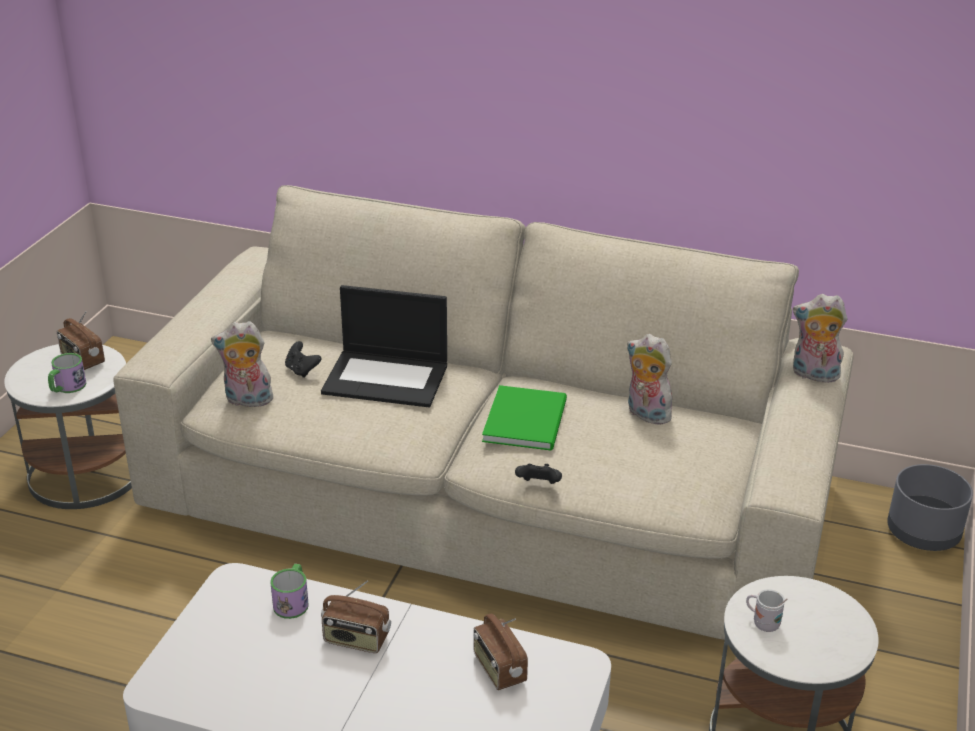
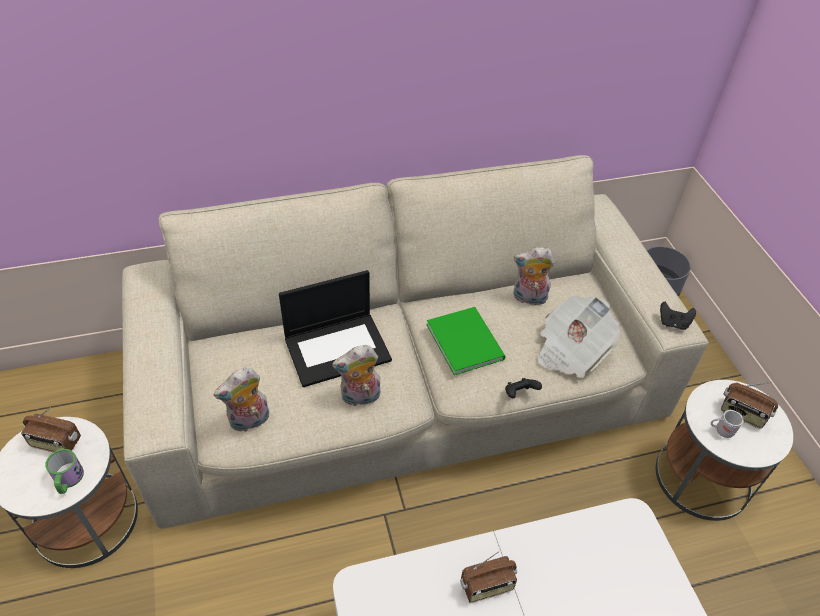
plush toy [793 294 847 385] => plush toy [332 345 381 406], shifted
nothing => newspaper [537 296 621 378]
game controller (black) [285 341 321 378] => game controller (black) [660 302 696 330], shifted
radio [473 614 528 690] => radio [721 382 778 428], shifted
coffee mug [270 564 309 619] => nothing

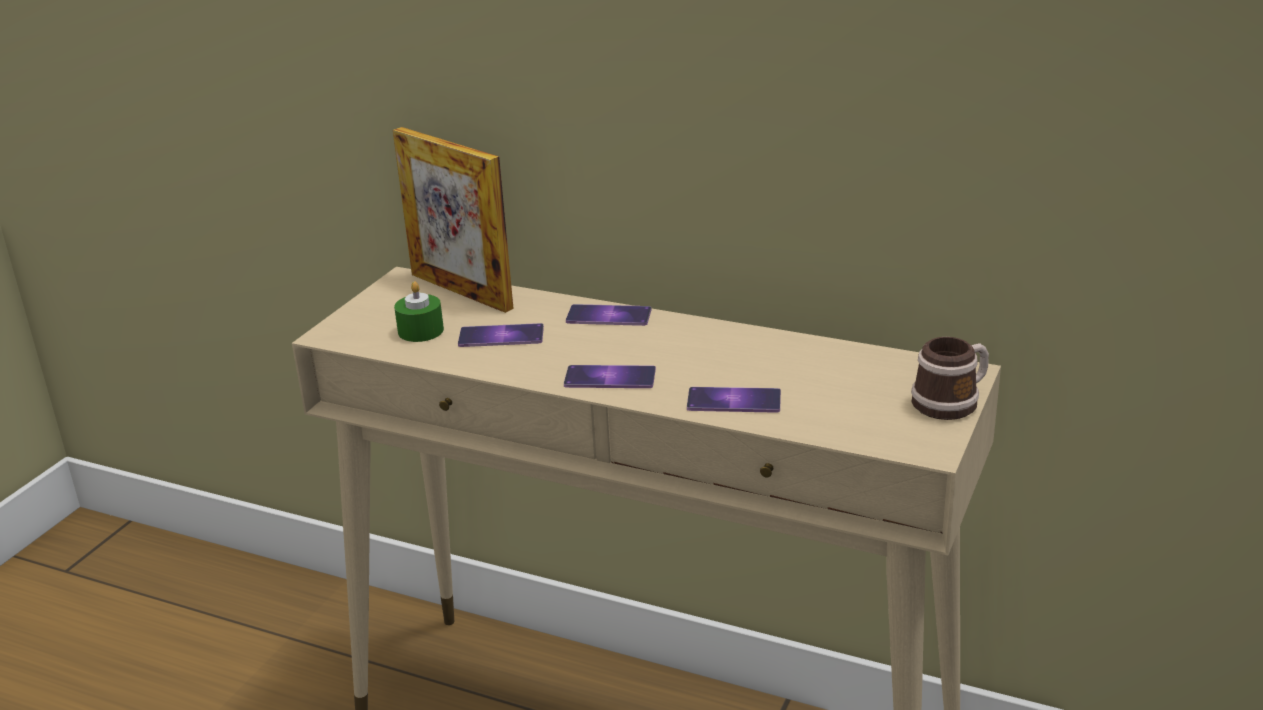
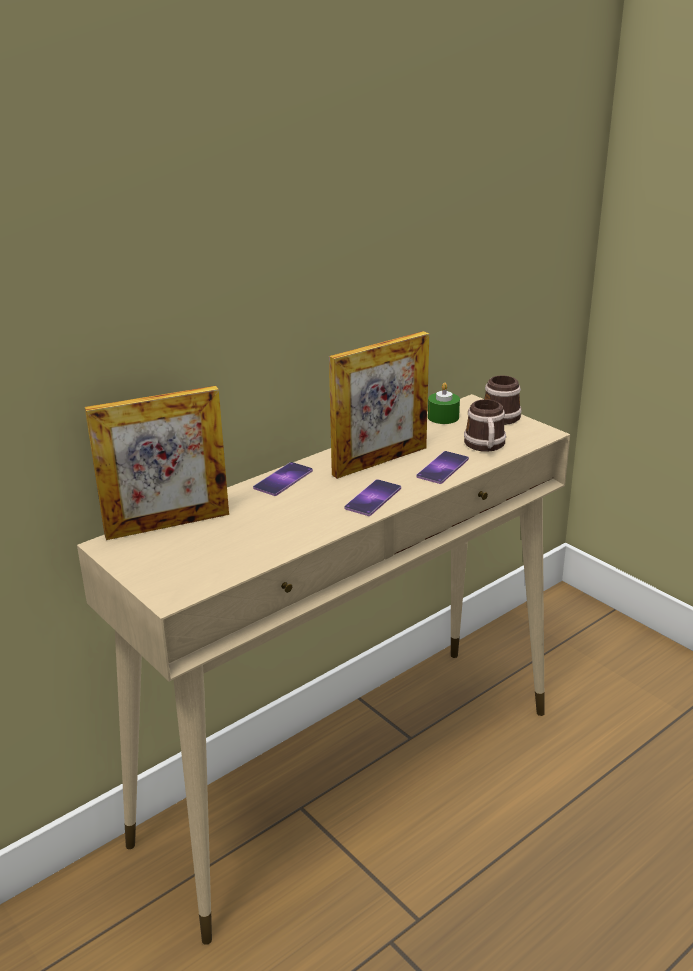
nothing => standing frame [329 331 429 479]
wax light (green) [394 281 444 342] => wax light (green) [428 382 460 424], shifted
nothing => coffee mug [464 399 506 452]
handset [458 323 544 347] => nothing

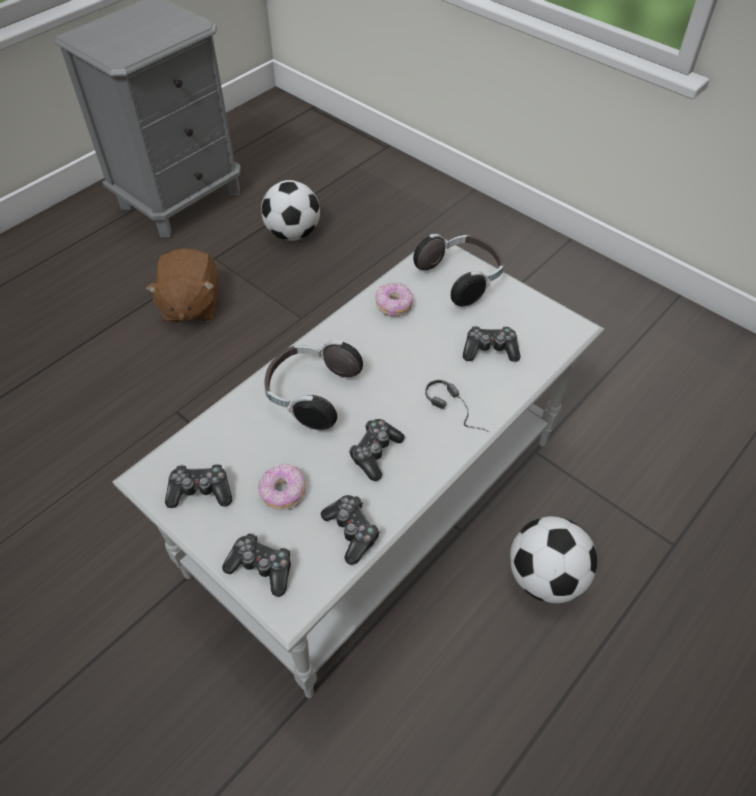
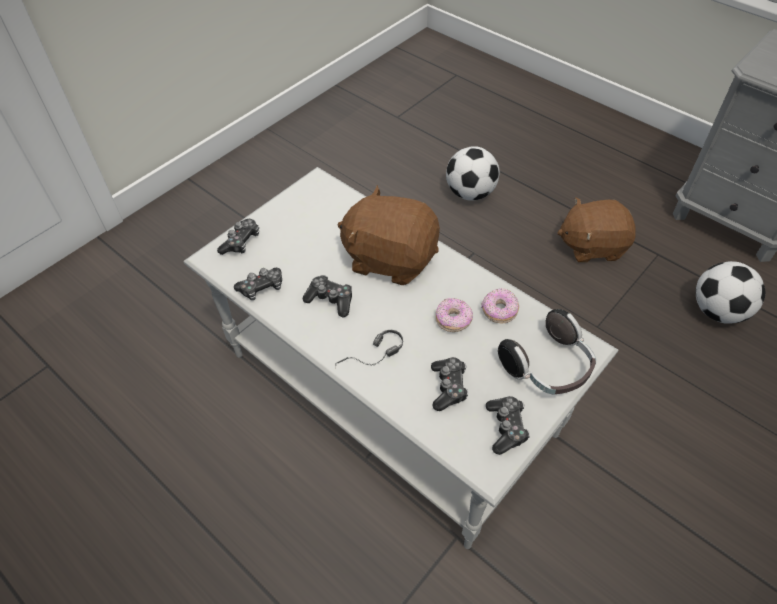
headphones [264 340 363 430] => plush toy (brown) [338 185 440 285]
donut [258 464 305 510] => donut [436 298 473 332], shifted
ball for football [510 516 597 603] => ball for football [446 146 500 201], shifted
game controller [165 463 232 508] => game controller [486 396 530 455], shifted

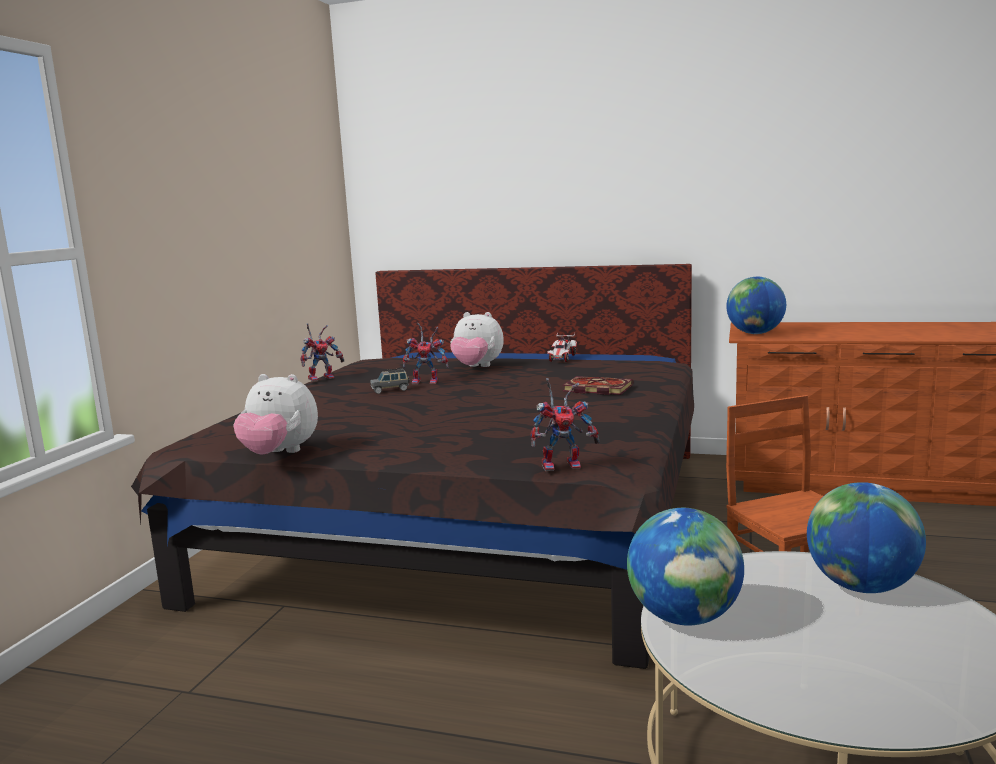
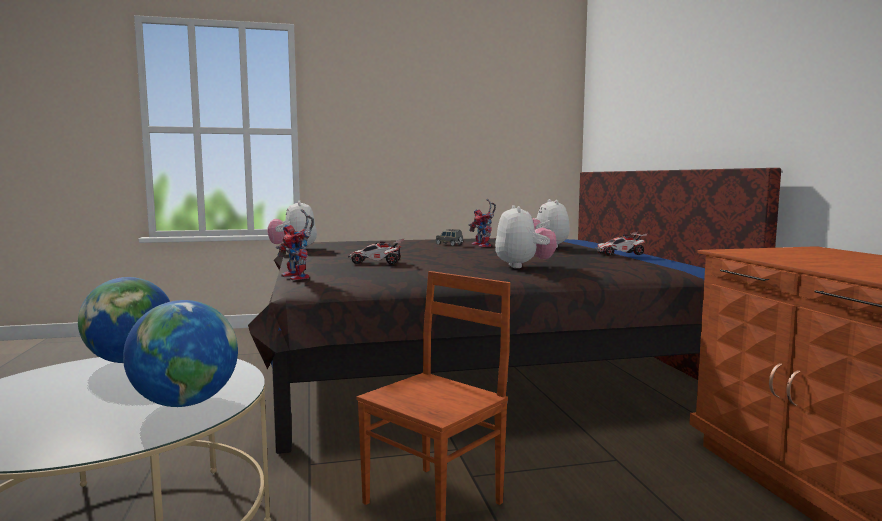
nothing => miniature car [348 238 405 265]
bound book [562 376 633 395] => plush toy [495 205 557 268]
robot figure [301 323 344 381] => nothing
desk globe [726 277 786 334] => nothing

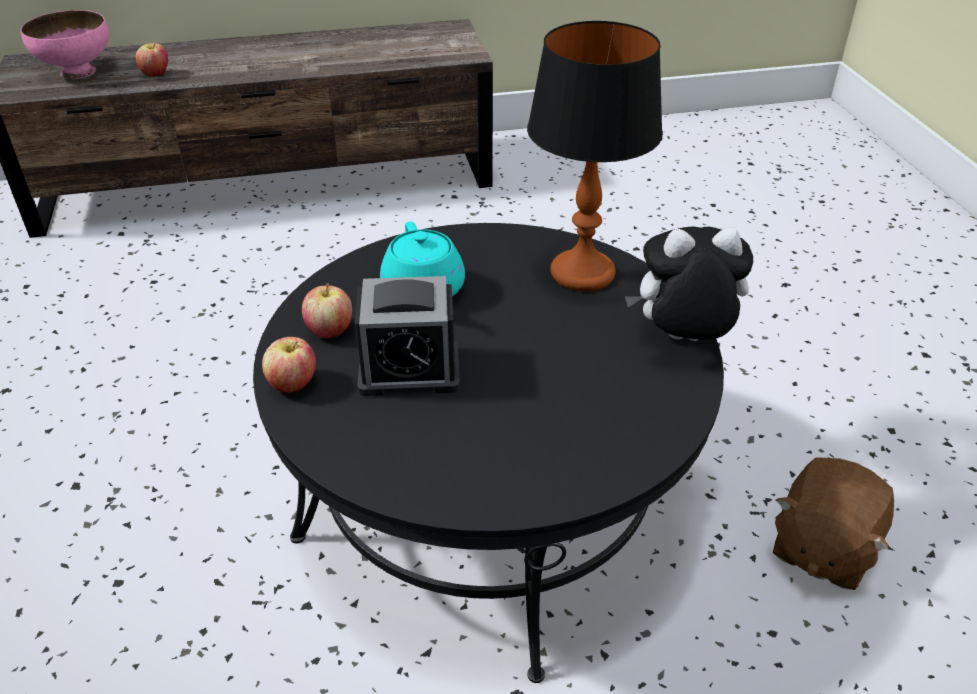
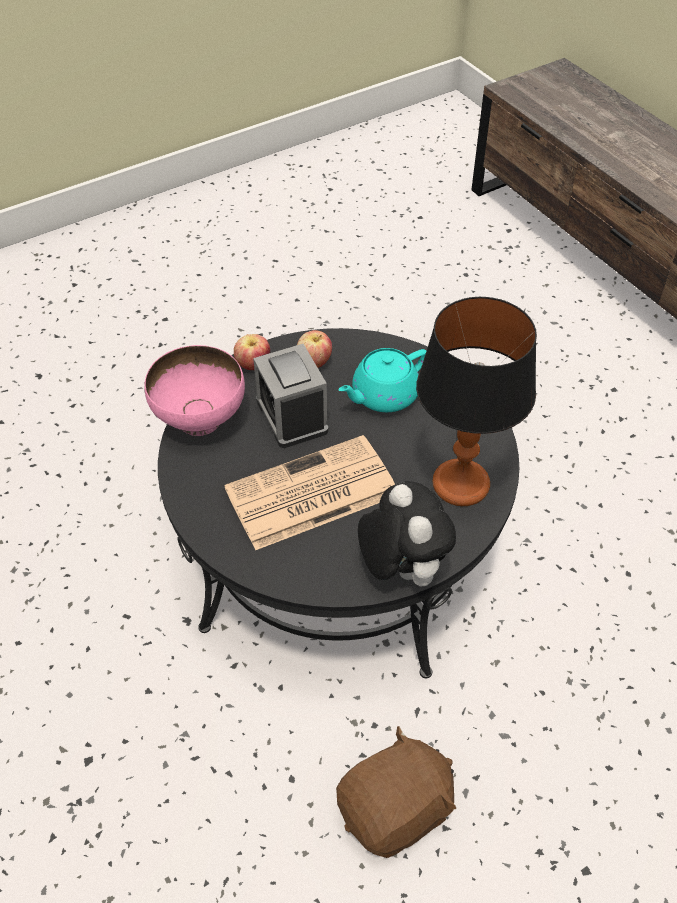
deep dish (pinkish) [21 10 109 79] => deep dish (pinkish) [144 345 245 436], shifted
nothing => newspaper [224 435 395 550]
plush toy (brown) [773 457 894 590] => plush toy (brown) [336 726 456 858], 135 degrees clockwise
apple fruit [136 43 168 77] => nothing

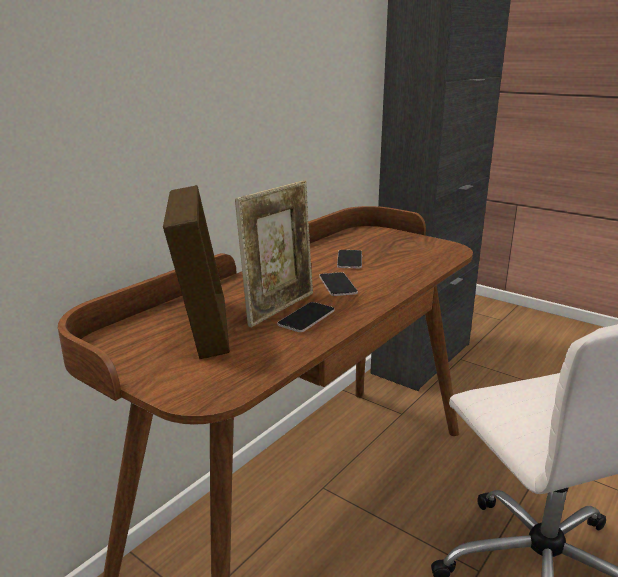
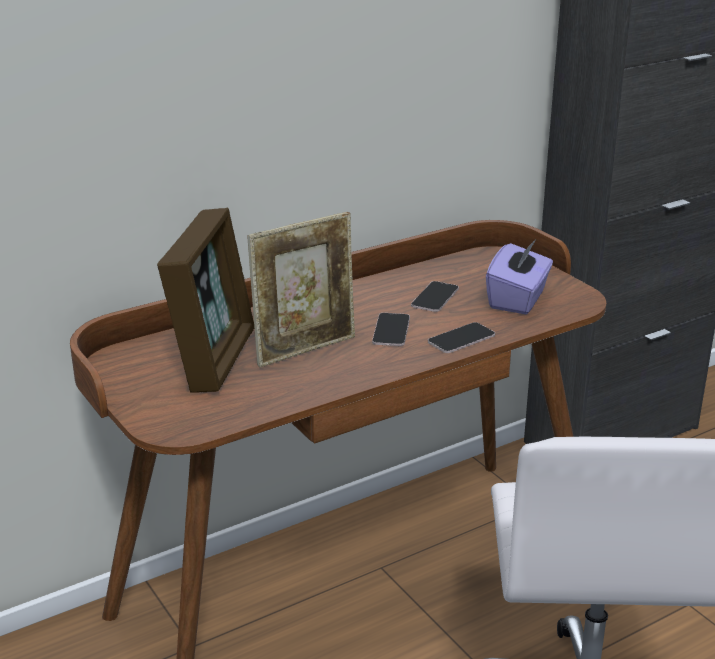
handset [277 302 334 332] => handset [428 322 495 353], shifted
nothing => box of tissues (purple) [486 238 553 314]

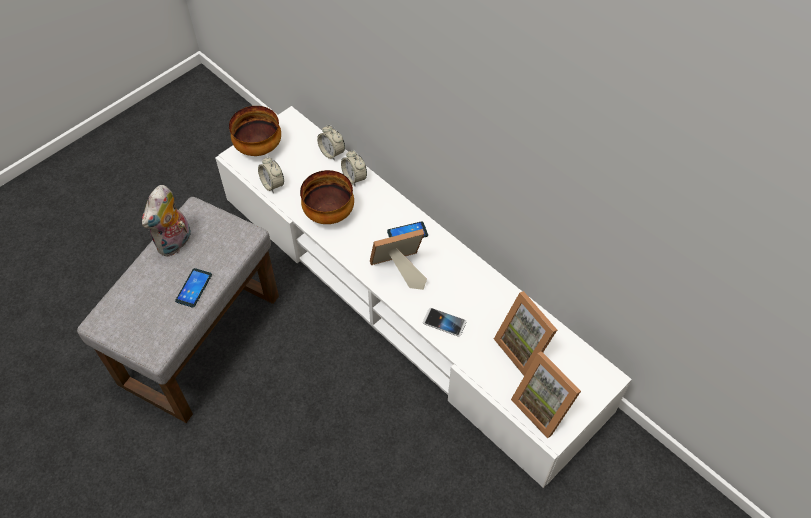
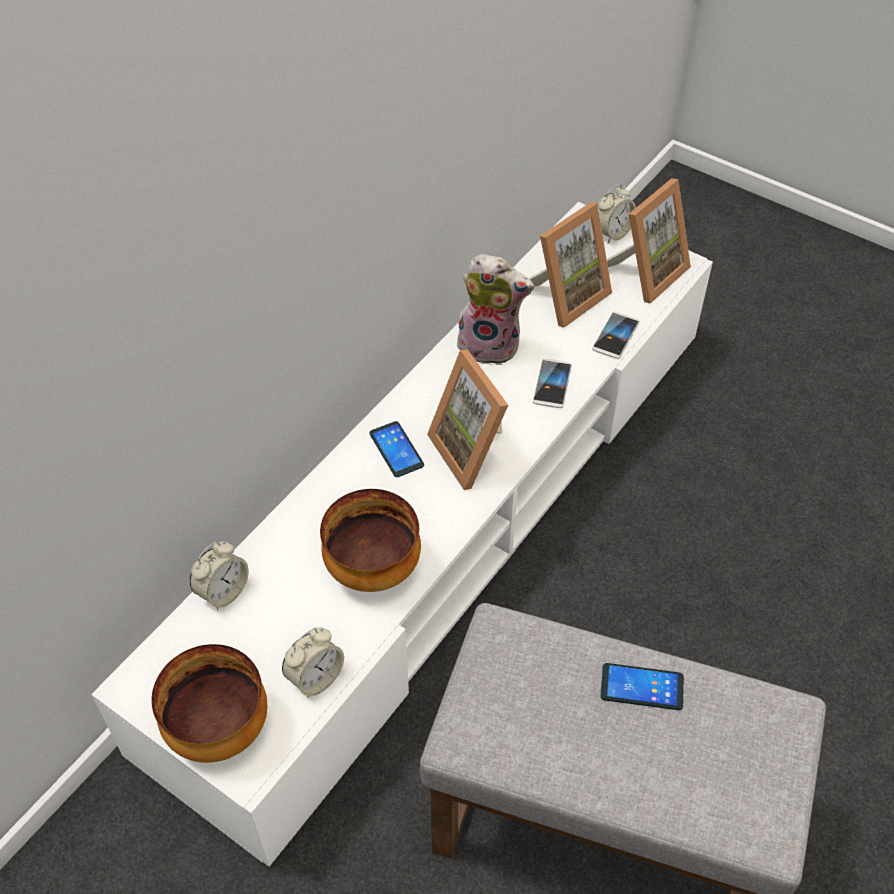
plush toy [142 185 191 257] => plush toy [457 254 534 365], shifted
nothing => handset [592 312 640 359]
bedside clock [341 150 367 186] => bedside clock [598 184 636 244], shifted

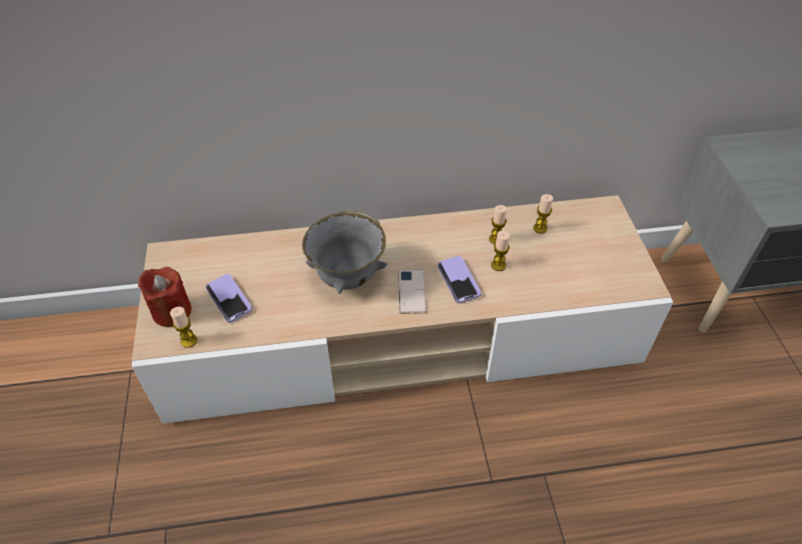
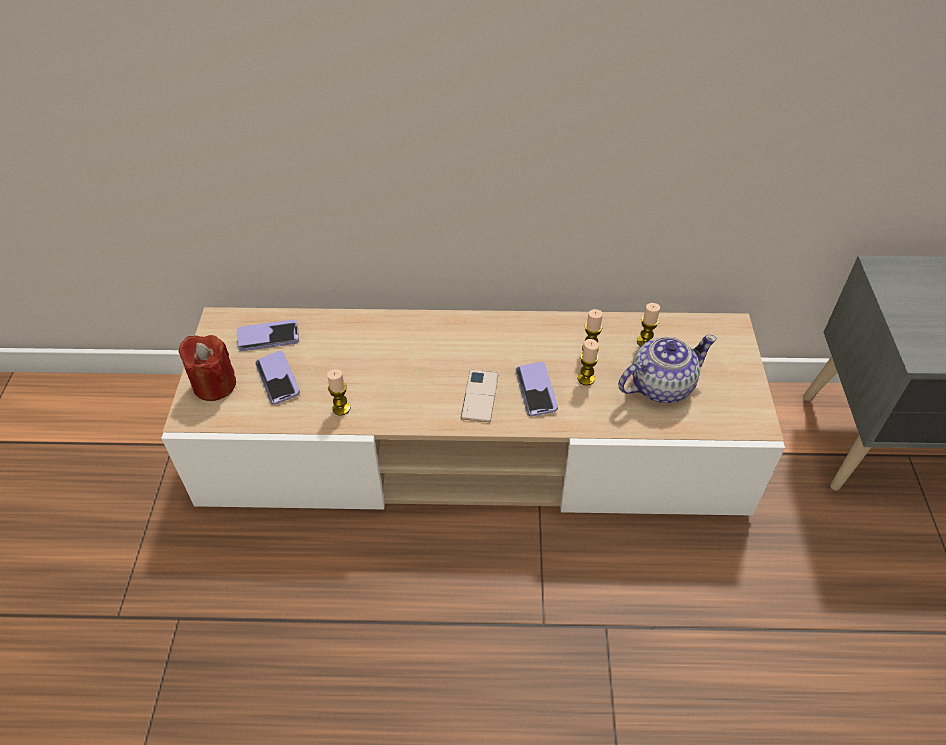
nothing => handset [237 320 299 351]
wax light [170 307 197 348] => wax light [327 369 351 415], shifted
nothing => pot for tea [618 335 717 403]
deep dish (gray) [302 211 388 294] => nothing

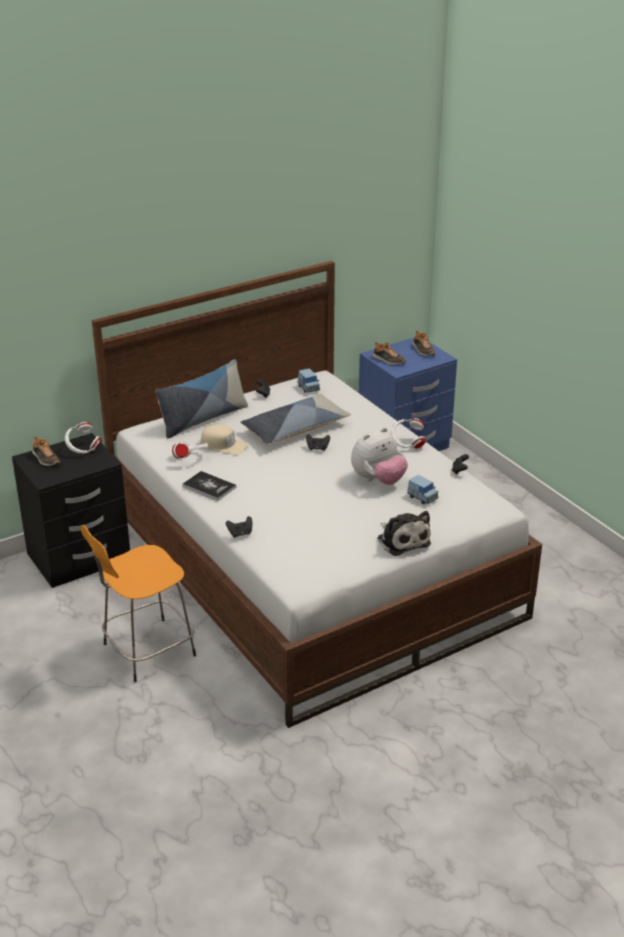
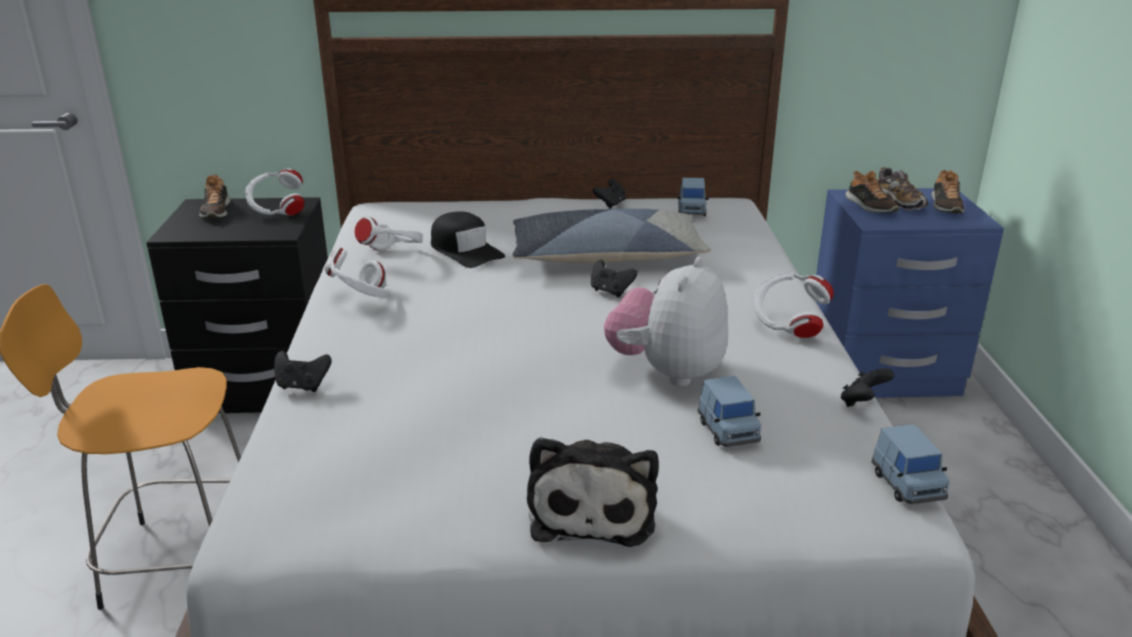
bound book [183 471 236 501] => headphones (white) [325 248 391 297]
cap (beige-coloured) [200 424 248 455] => cap (black) [431 212 505 268]
plush toy [351 427 408 485] => plush toy [604 257 728 387], 120 degrees clockwise
nothing => miniature car (blue) [872 424 949 504]
nothing => low shoe [878 167 928 211]
cushion [155 360 248 438] => nothing

